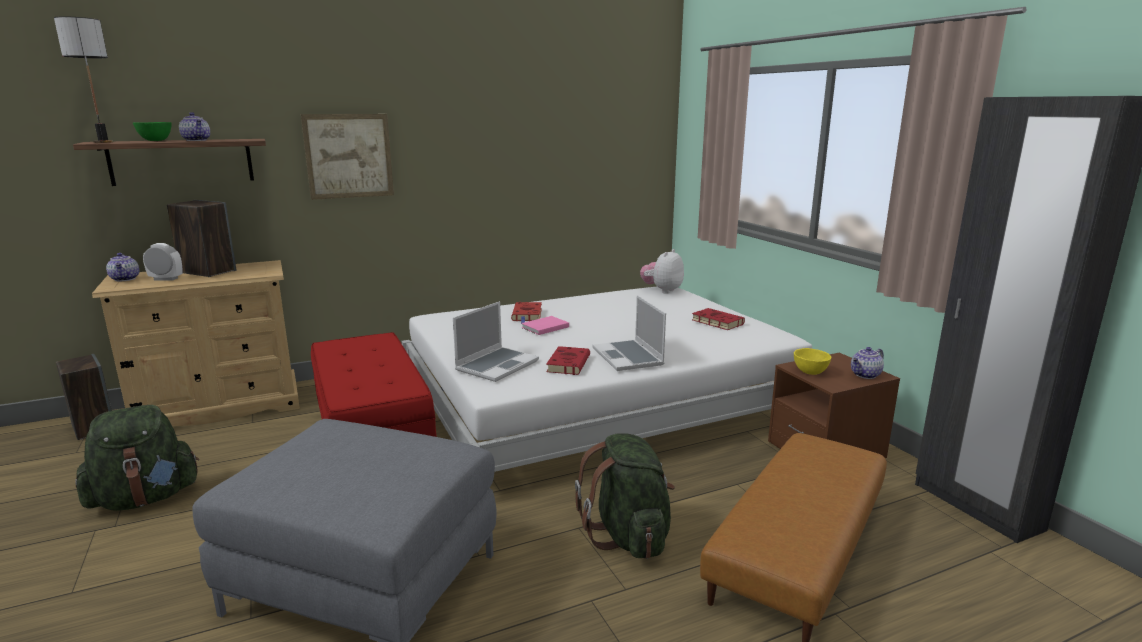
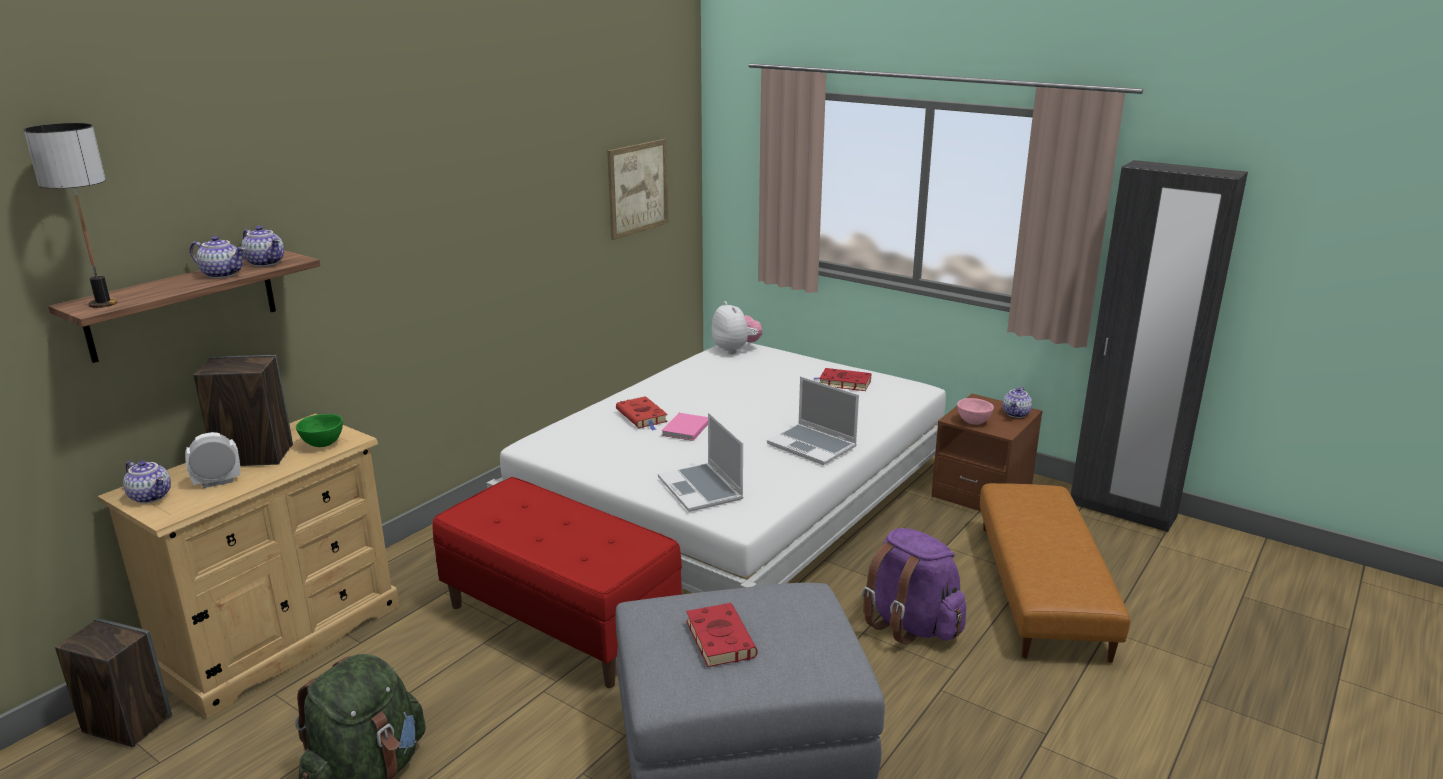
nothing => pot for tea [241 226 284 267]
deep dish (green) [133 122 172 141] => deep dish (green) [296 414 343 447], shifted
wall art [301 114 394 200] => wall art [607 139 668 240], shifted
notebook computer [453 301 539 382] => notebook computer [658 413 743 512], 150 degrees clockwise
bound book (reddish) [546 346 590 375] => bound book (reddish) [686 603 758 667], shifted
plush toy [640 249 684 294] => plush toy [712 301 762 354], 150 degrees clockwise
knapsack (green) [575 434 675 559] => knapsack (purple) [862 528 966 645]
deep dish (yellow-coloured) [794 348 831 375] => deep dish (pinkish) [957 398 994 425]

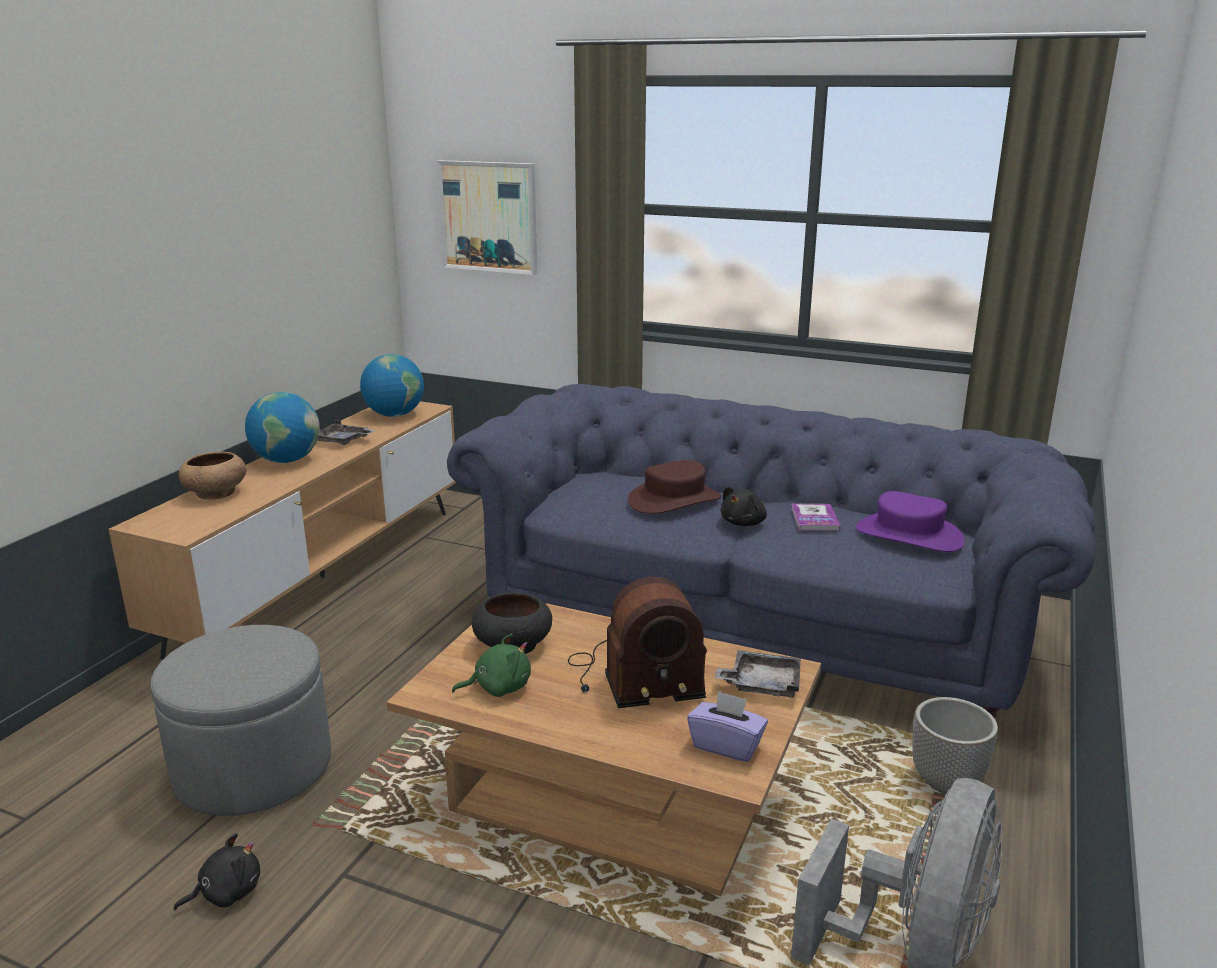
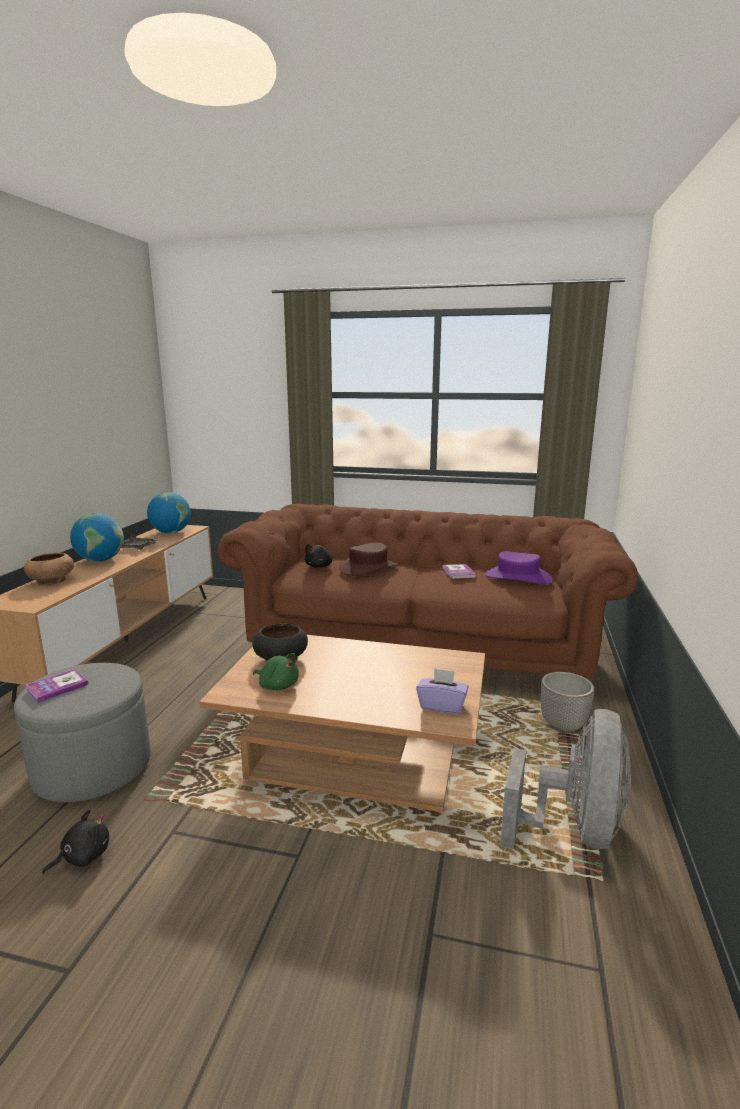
nothing => bound book [26 669 88 703]
couch (blue) [447 384 1096 718] => couch (brown) [217 504 638 679]
plush toy (green) [452 633 531 697] => plush toy (green) [253 653 299 690], 60 degrees clockwise
plush toy (black) [720 487 767 526] => plush toy (black) [304 544 332 568], shifted
wall art [437 160 537 275] => nothing
radio [568 577 707 708] => nothing
carrying tray (gray) [715 650 801 698] => nothing

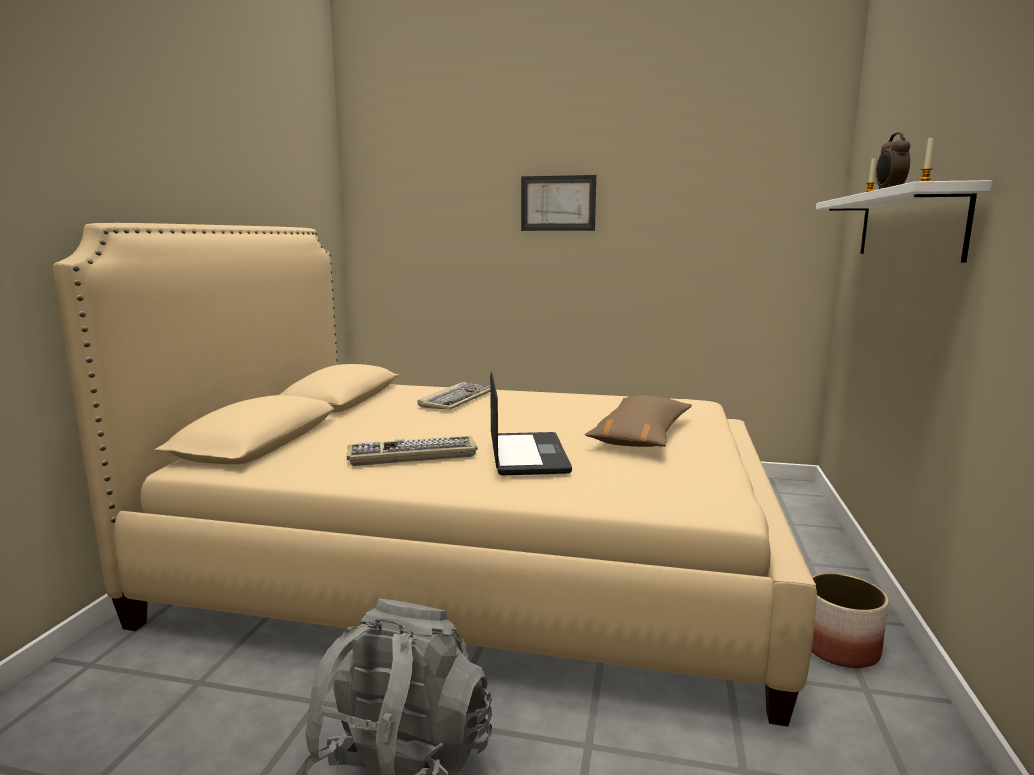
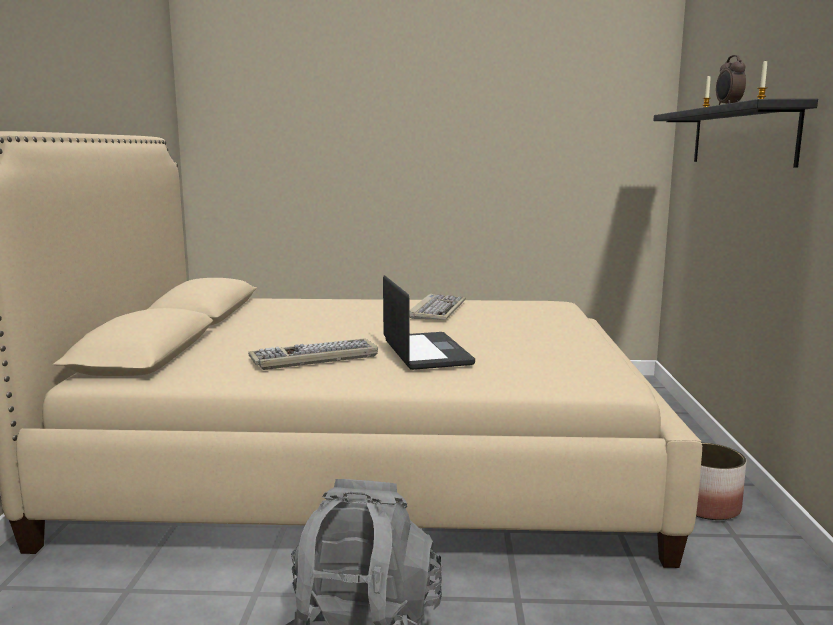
PC keyboard [417 382 490 410] => PC keyboard [409 294 466 320], shifted
shelf (white) [816 180 992 263] => shelf (black) [653 99 818 168]
wall art [521 175 596 231] => nothing
cushion (brown) [585 395 692 447] => nothing

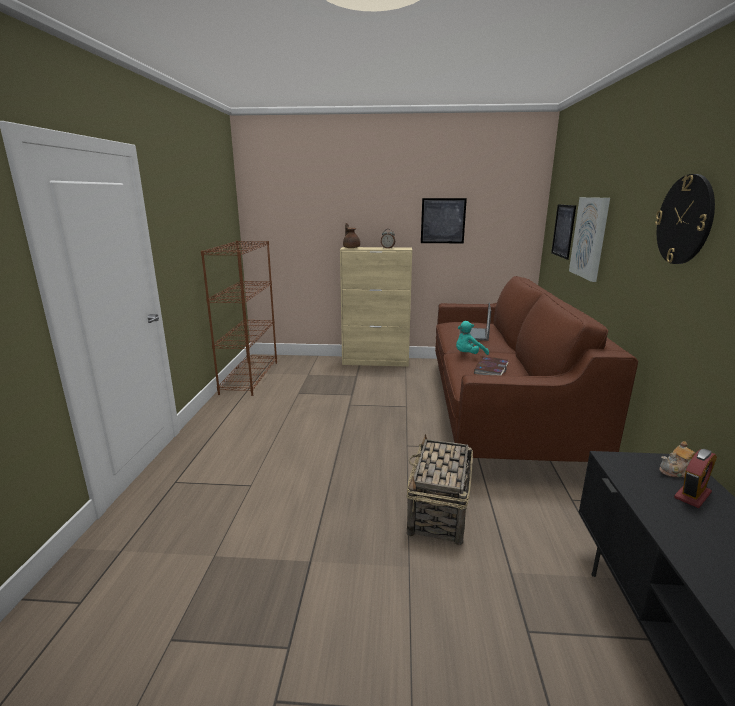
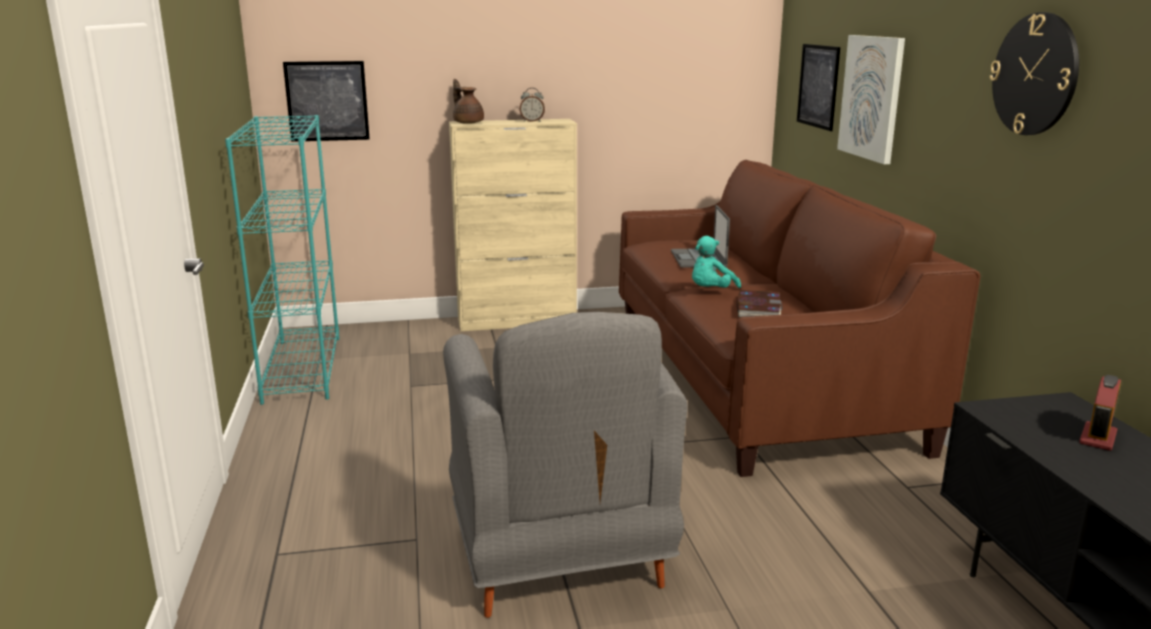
bookcase (brown) [201 241 277 396] => bookcase (turquoise-coloured) [225 115 339 405]
wall art [421 198 467 243] => wall art [283 61 370 142], shifted
nothing => armchair (gray) [443 312 688 618]
basket [407 434 473 546] => nothing
pot for tea [659 441 695 478] => nothing

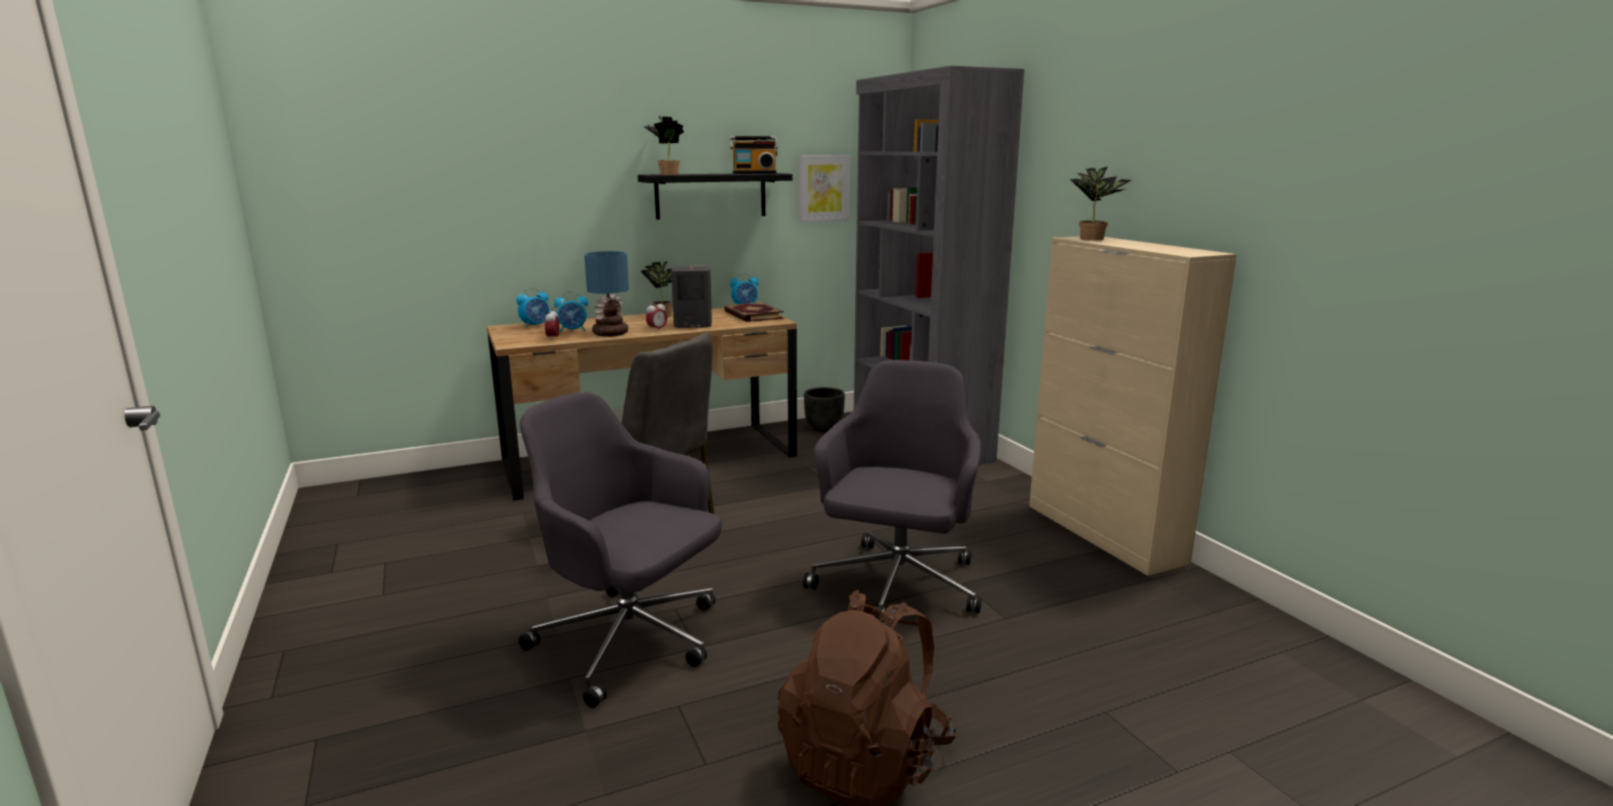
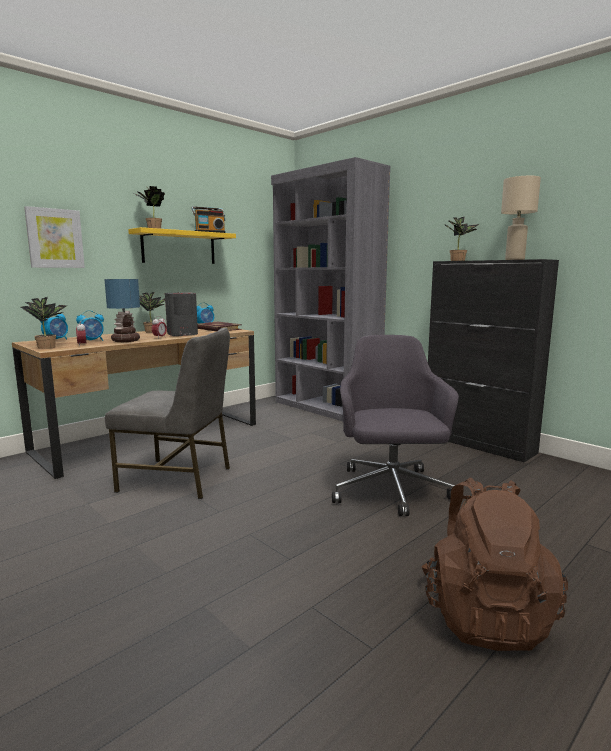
nothing => houseplant [21 297 67 349]
wall art [798 155 851 222] => wall art [24 206 85 268], shifted
shelf (black) [638 173 793 220] => shelf (yellow-coloured) [128 227 236 264]
cupboard (beige-coloured) [1029 236 1237 576] => cupboard (black) [428 259 559 462]
nothing => tabletop lamp (beige-coloured) [501 176 541 260]
office chair (gray) [518 392 722 708] => nothing
flower pot (black) [804 387 845 432] => nothing

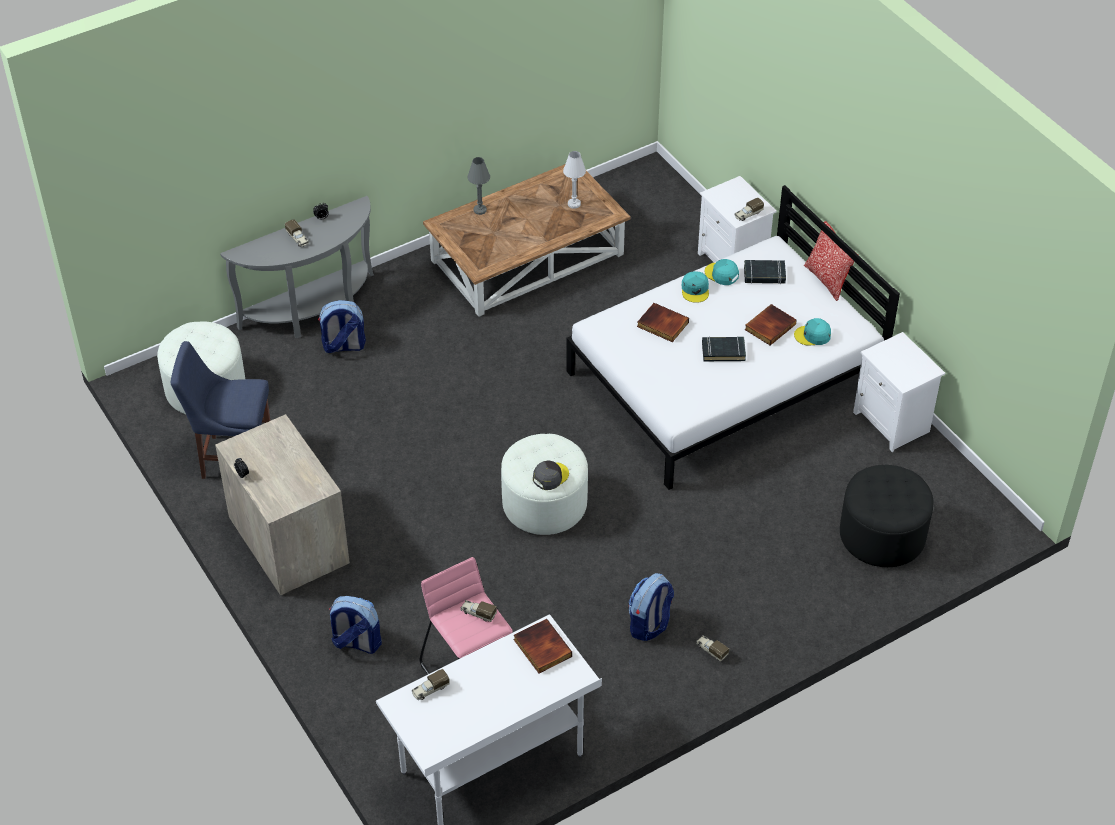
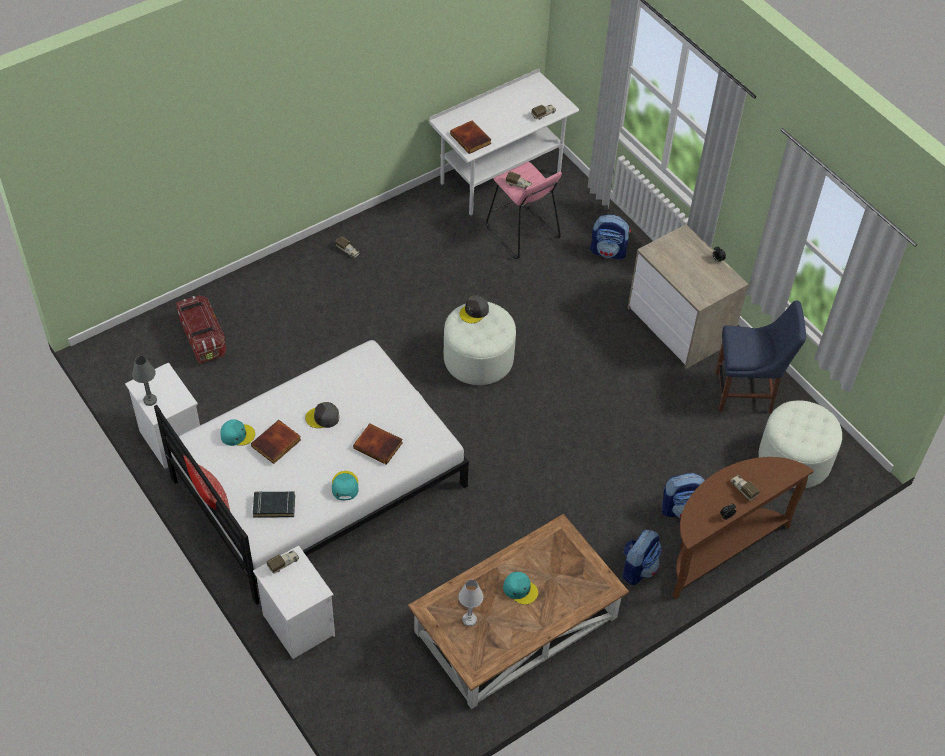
tabletop lamp (gray) [468 157 490 215] => tabletop lamp (gray) [132 356 157 406], shifted
ottoman (black) [840 465 933 567] => storage box [176 295 226 364]
bound book (black) [702 336 746 361] => cap (gray) [305 402 339 428]
cap (turquoise-coloured) [705 259 739 285] => cap (turquoise-coloured) [503 572 538 605], shifted
knapsack [629 573 674 641] => knapsack [623 530 662 585], shifted
hall table (gray) [220 196 374 338] => hall table (brown) [672 457 814 599]

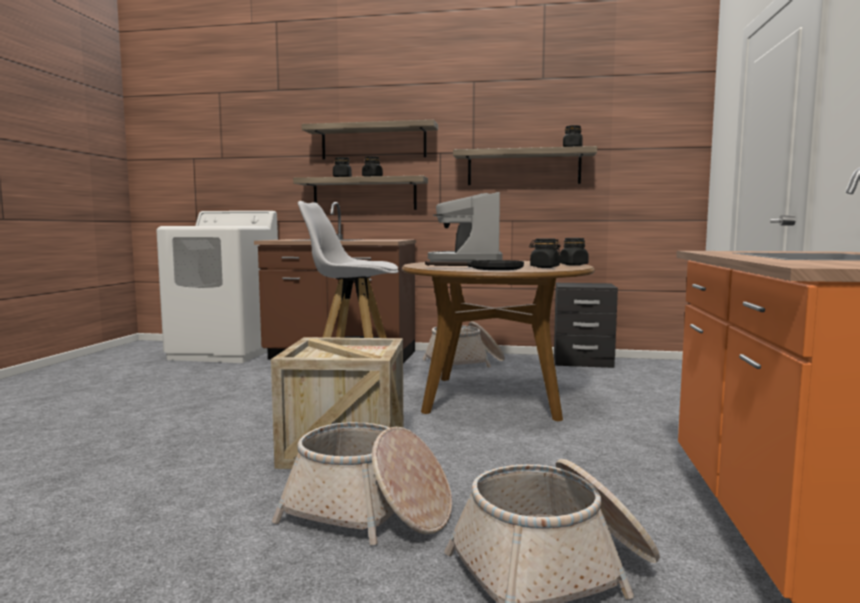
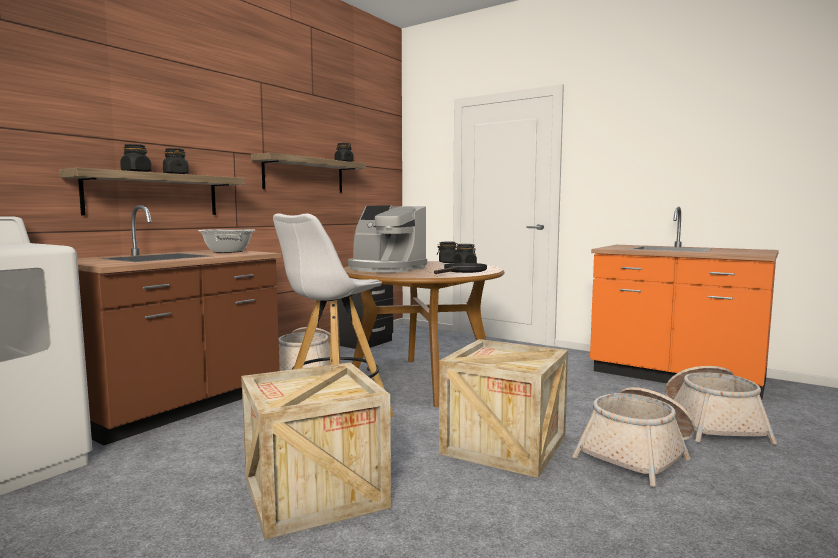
nothing => cooking pot [198 229 255 253]
nothing => packing crate [241 362 391 540]
shelf [301 120 438 160] => nothing

